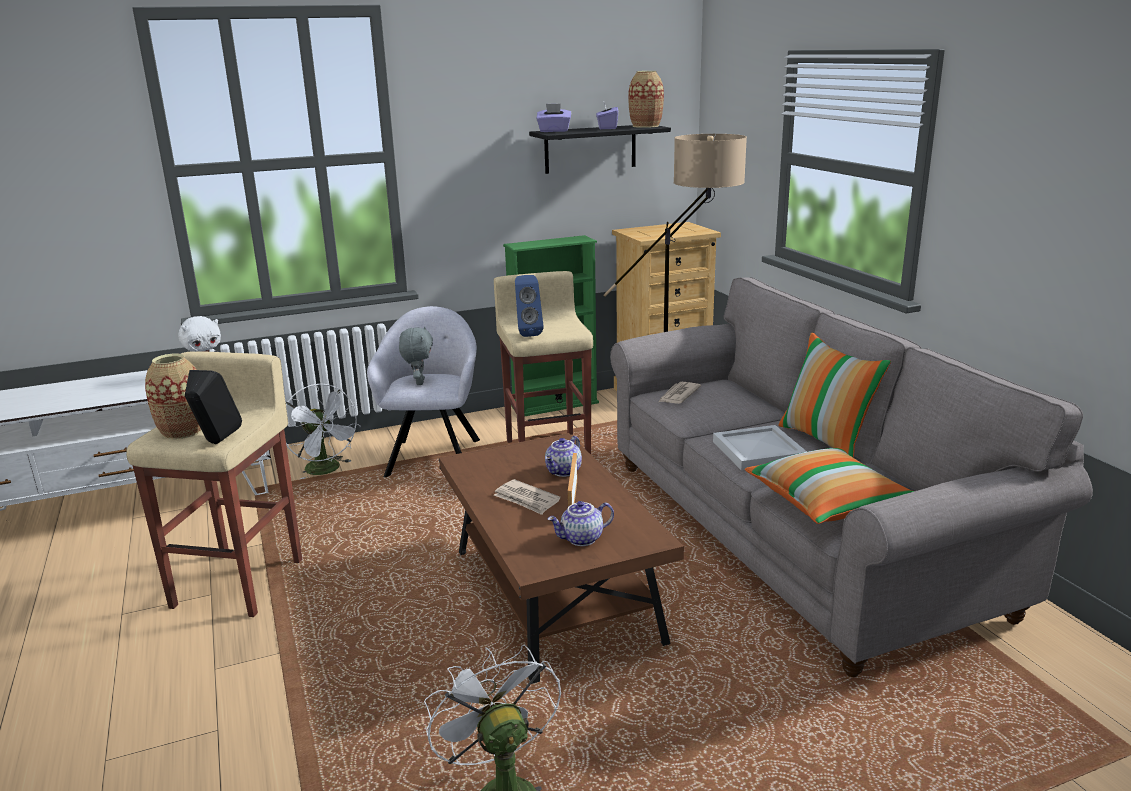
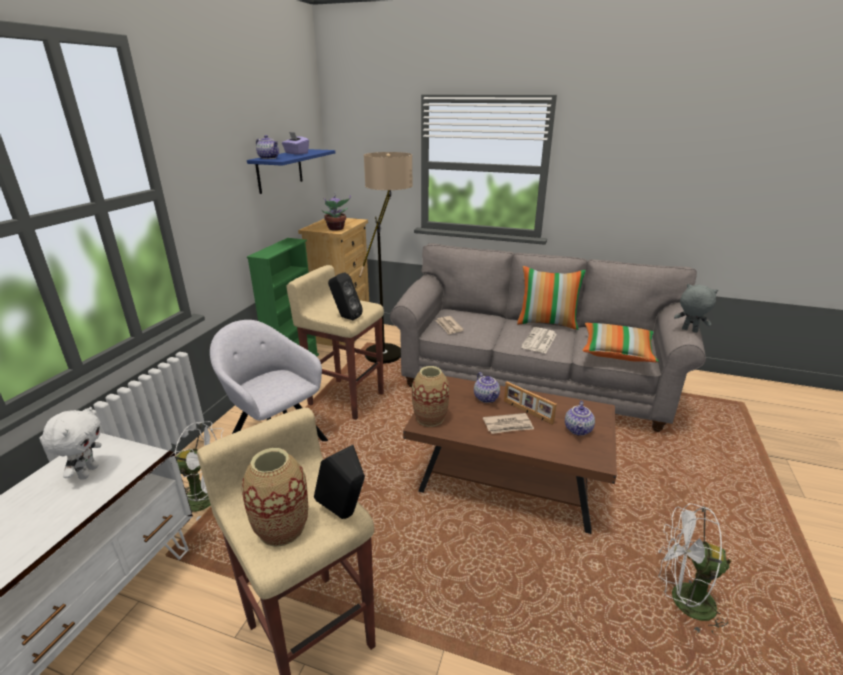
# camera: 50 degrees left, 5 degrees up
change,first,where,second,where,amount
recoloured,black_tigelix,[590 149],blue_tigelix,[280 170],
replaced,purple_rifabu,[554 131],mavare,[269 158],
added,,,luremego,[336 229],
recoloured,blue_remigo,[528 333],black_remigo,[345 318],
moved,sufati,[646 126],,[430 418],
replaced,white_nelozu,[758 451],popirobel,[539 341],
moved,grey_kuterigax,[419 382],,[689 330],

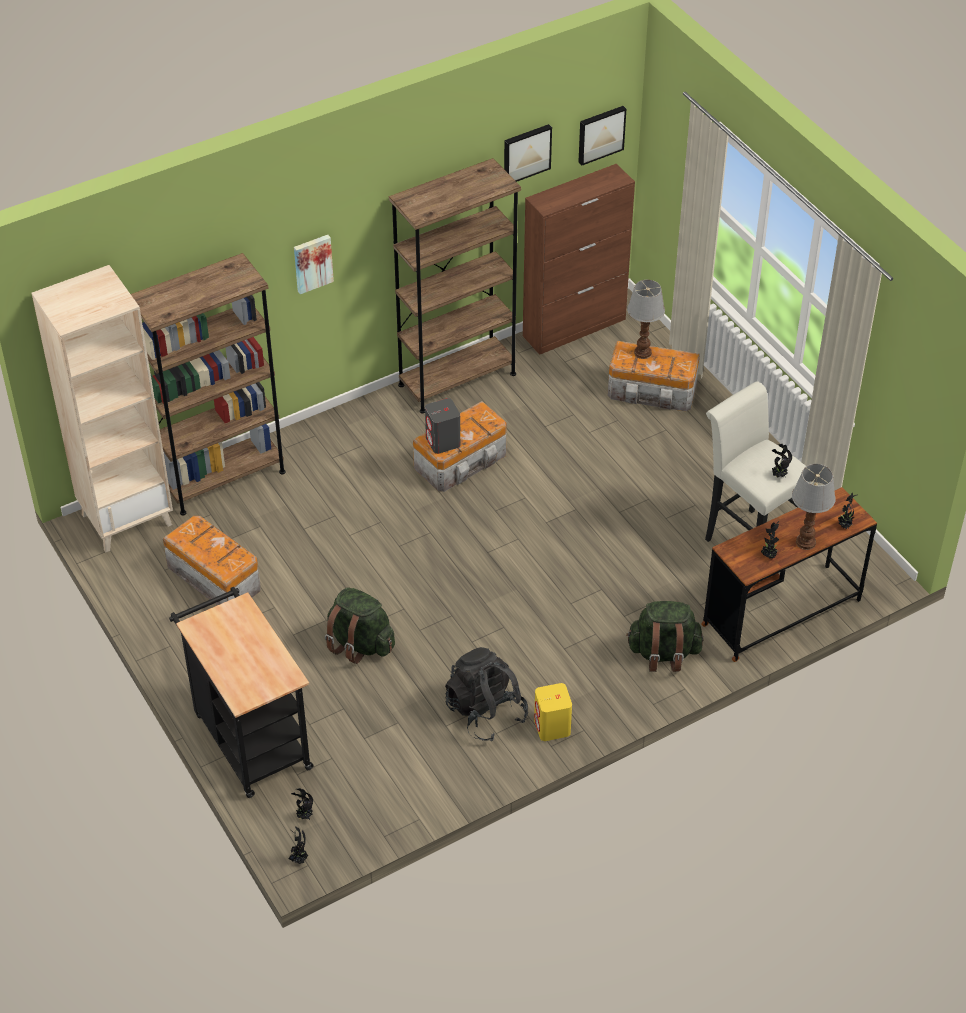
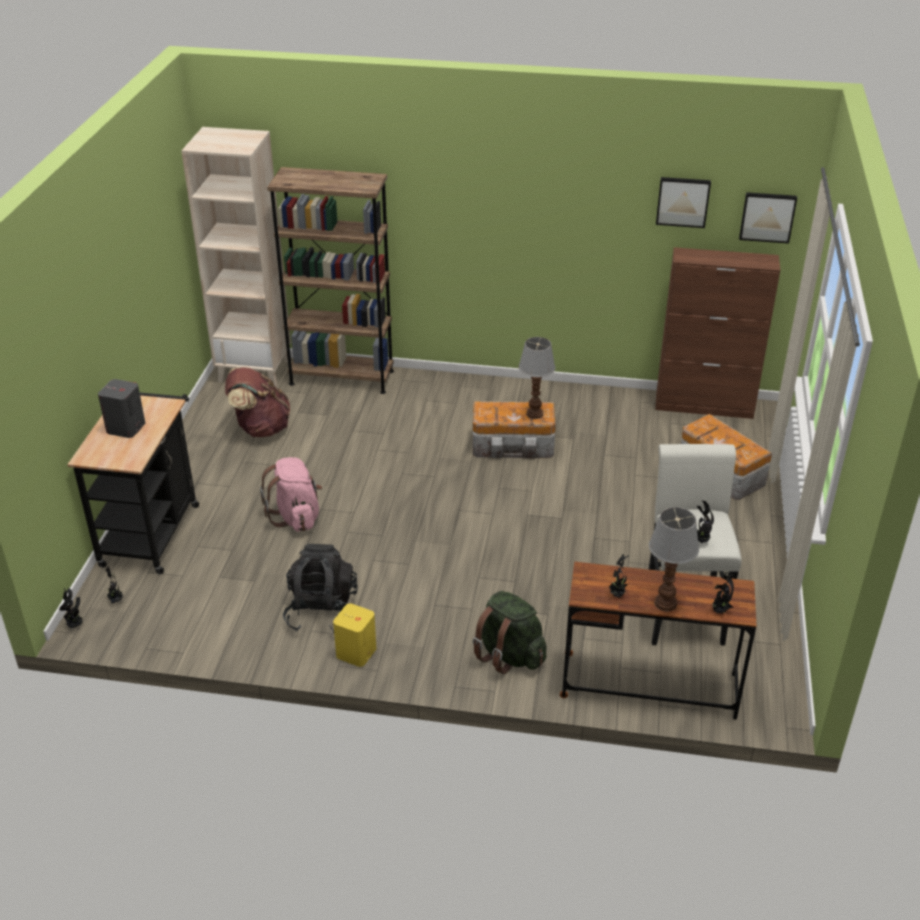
# camera: 40 degrees right, 10 degrees down
change,first,where,second,where,amount
moved,grey_remigo,[443 442],,[125 428],
replaced,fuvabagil,[214 577],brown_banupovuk,[260 428],
recoloured,green_banupovuk,[360 643],pink_banupovuk,[296 517],
moved,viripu,[642 352],,[534 413],
removed,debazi,[312 263],,,
removed,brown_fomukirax,[457 379],,,

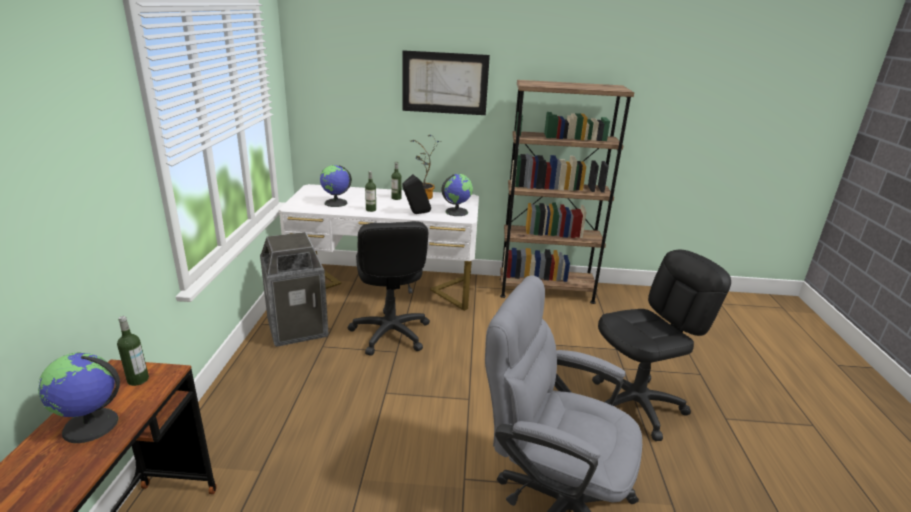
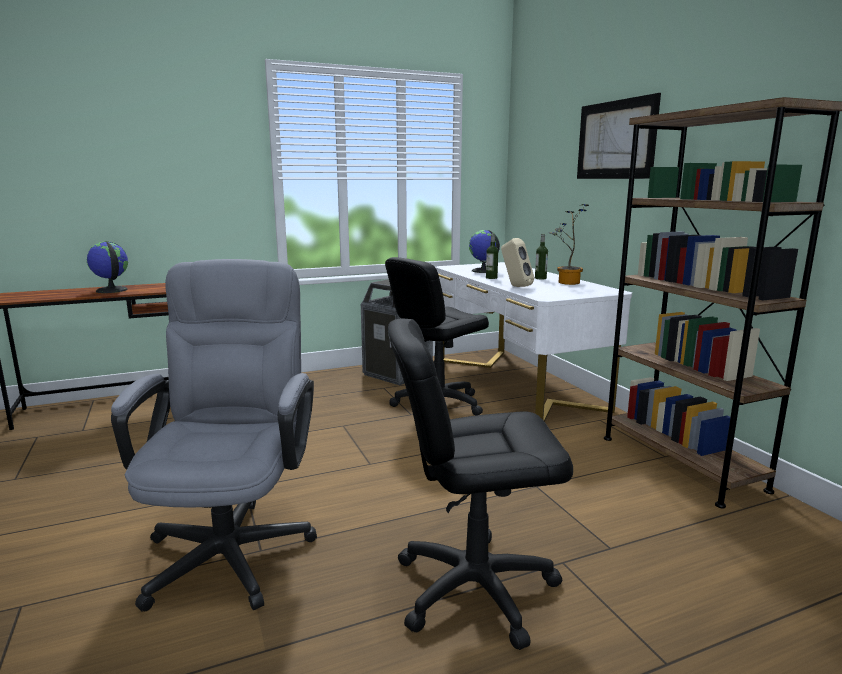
# camera: 65 degrees right, 10 degrees down
change,first,where,second,where,amount
turned,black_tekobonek,[636 405],,[474 587],135 degrees clockwise
recoloured,black_remigo,[416 214],beige_remigo,[515 286],
removed,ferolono,[138 379],,,
removed,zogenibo,[456 212],,,

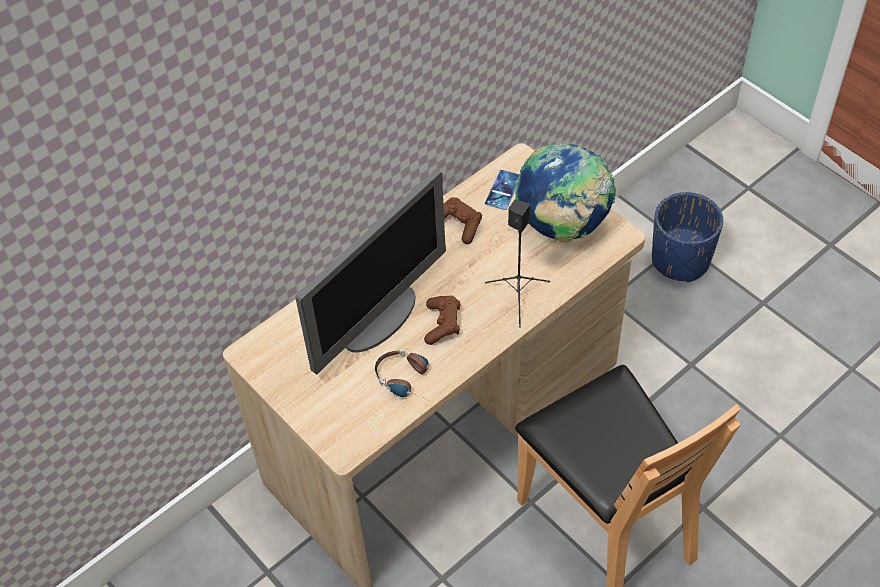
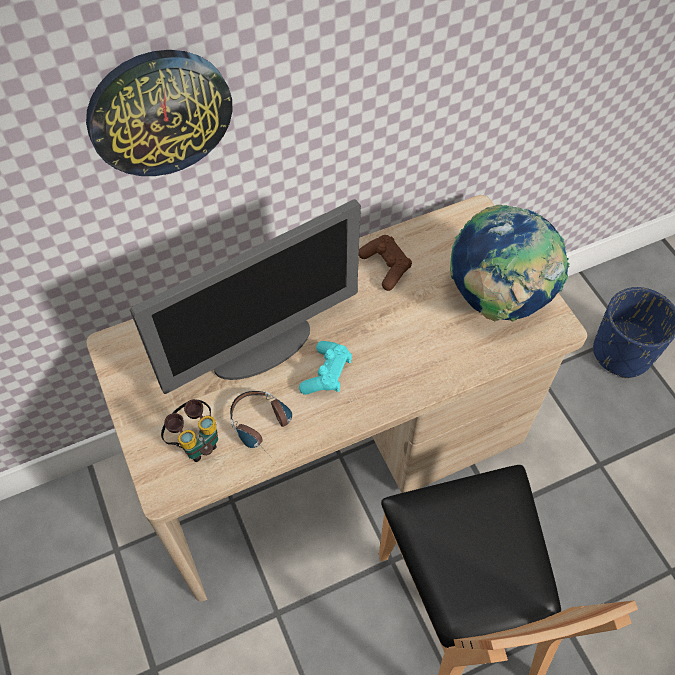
# camera: 15 degrees right, 5 degrees up
change,first,where,second,where,amount
added,,,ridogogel,[159 113],
added,,,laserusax,[196 442],
recoloured,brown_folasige,[442 324],turquoise_folasige,[326 374],
removed,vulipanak,[503 190],,,
removed,black_remigo,[518 296],,,

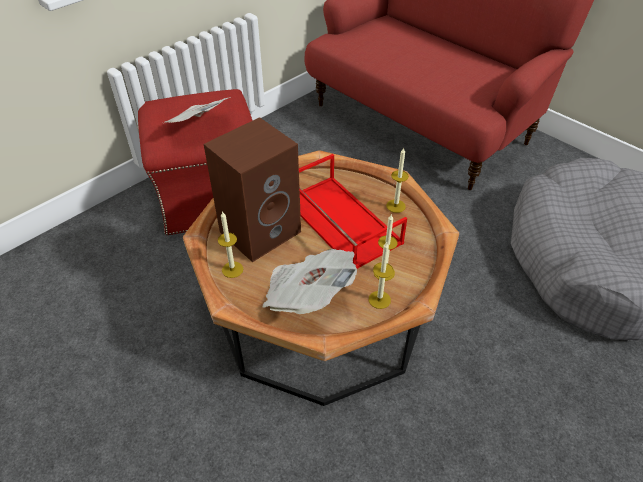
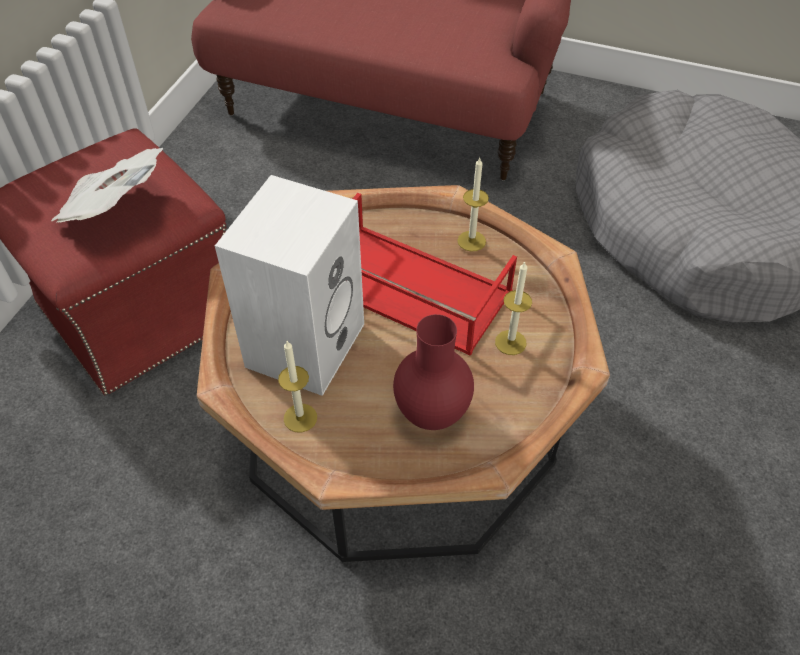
# camera: 25 degrees left, 5 degrees up
change,first,where,second,where,amount
recoloured,brown_remigo,[260 230],white_remigo,[304 342],
replaced,popirobel,[307 295],red_sufati,[430 415],
removed,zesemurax,[379 299],,,

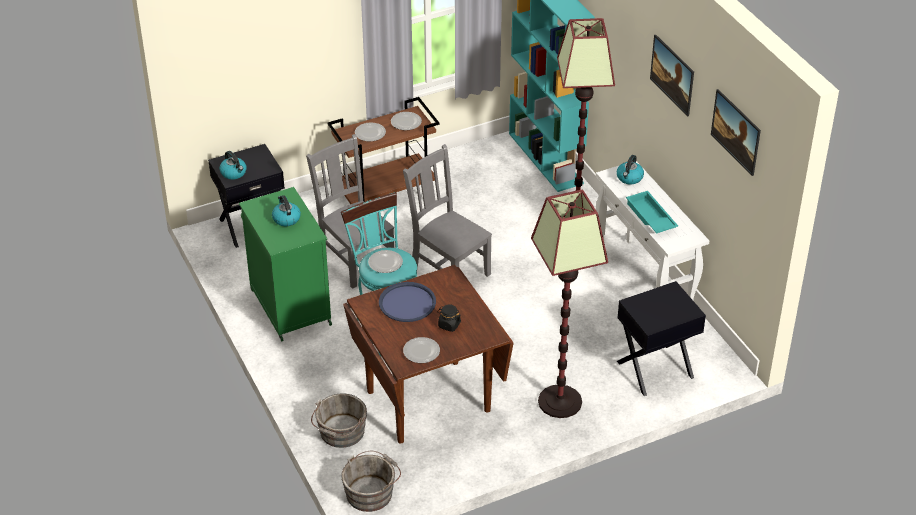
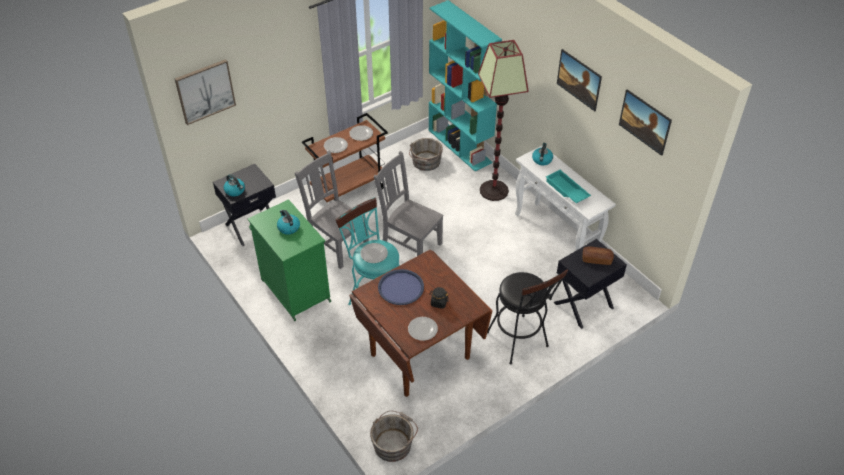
# camera: 10 degrees left, 5 degrees up
change,first,where,second,where,amount
added,,,debazi,[205 91],
moved,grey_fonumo,[340 433],,[426 163],
replaced,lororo,[559 402],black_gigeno,[520 343],
added,,,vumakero,[596 259],

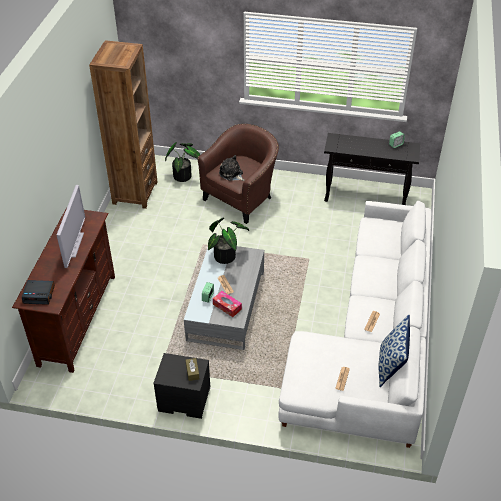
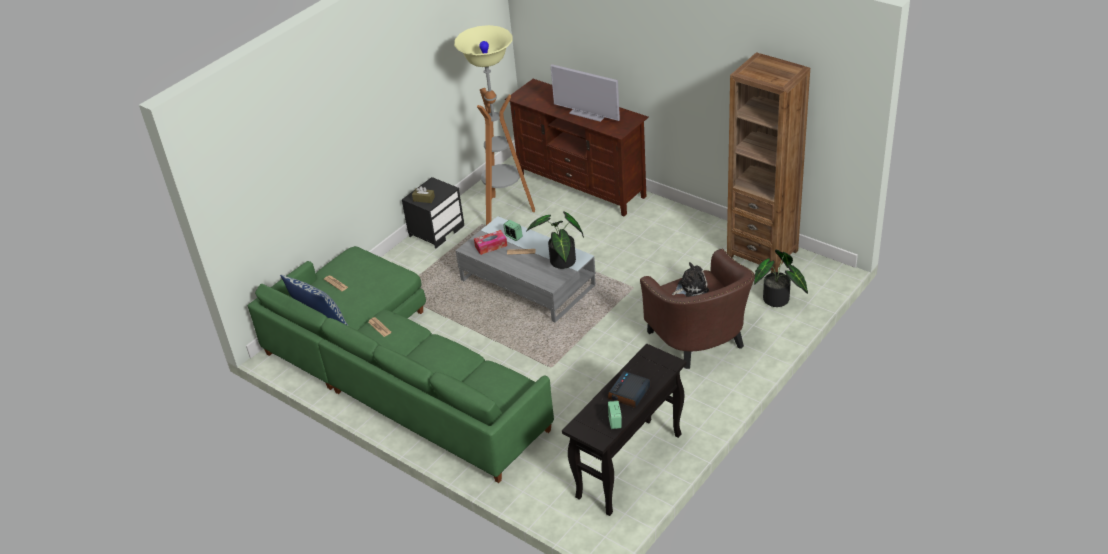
# camera: 120 degrees right, 5 degrees down
change,first,where,second,where,amount
recoloured,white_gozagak,[370 341],green_gozagak,[397 374],
added,,,lororo,[505 211],
moved,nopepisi,[39 294],,[629 393],

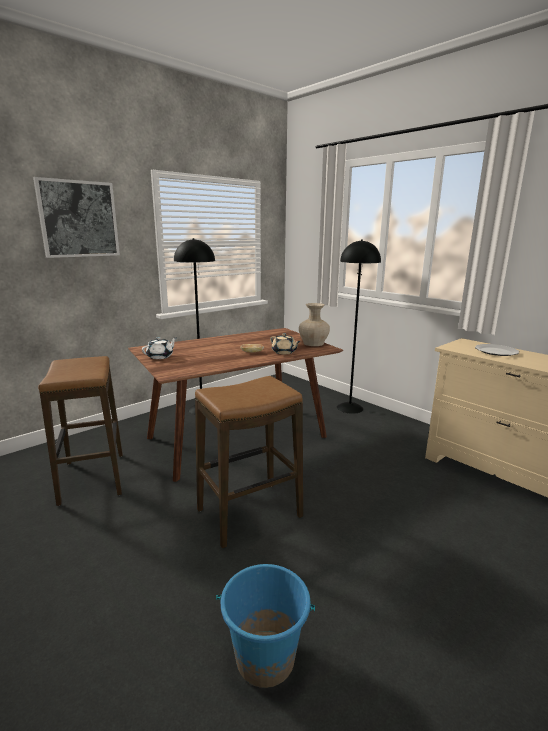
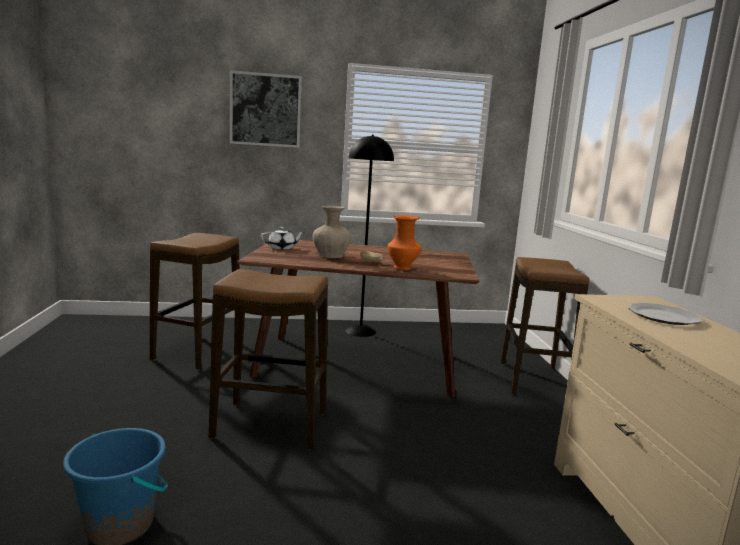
# camera: 35 degrees right, 5 degrees down
change,first,where,second,where,amount
moved,beige_sufati,[313 343],,[331 255],
replaced,beige_mavare,[284 352],orange_sufati,[403 268],
replaced,black_lororo,[350 408],gigeno,[534 381],

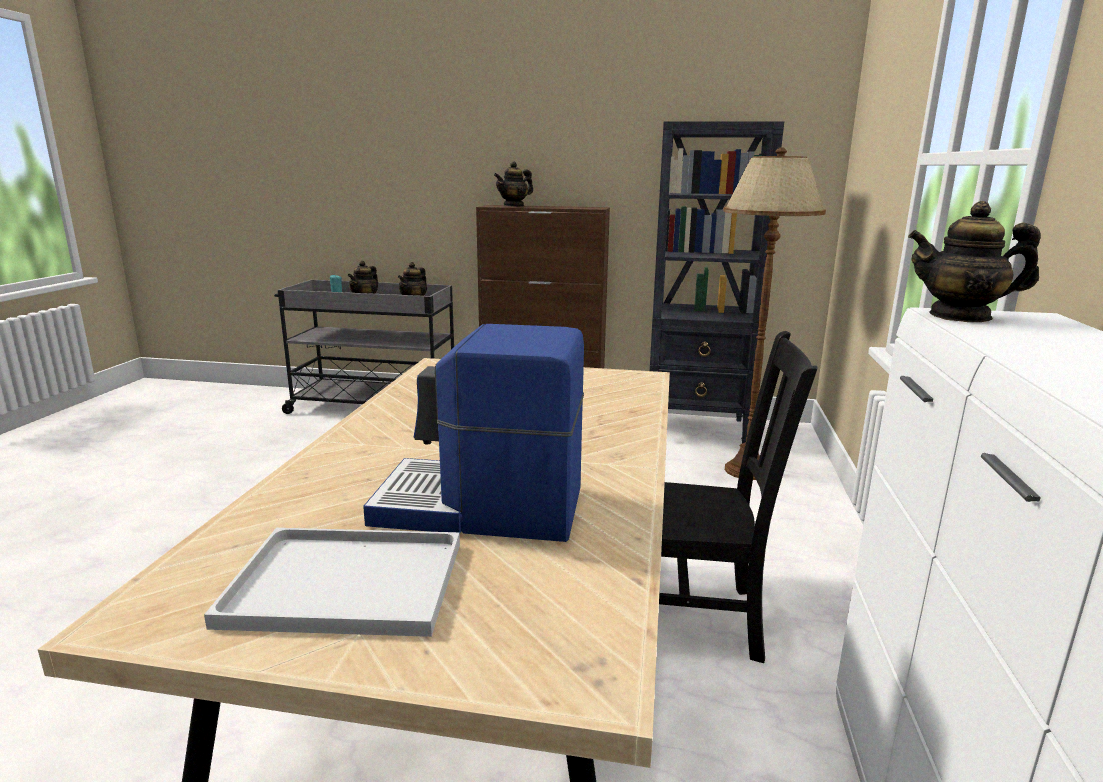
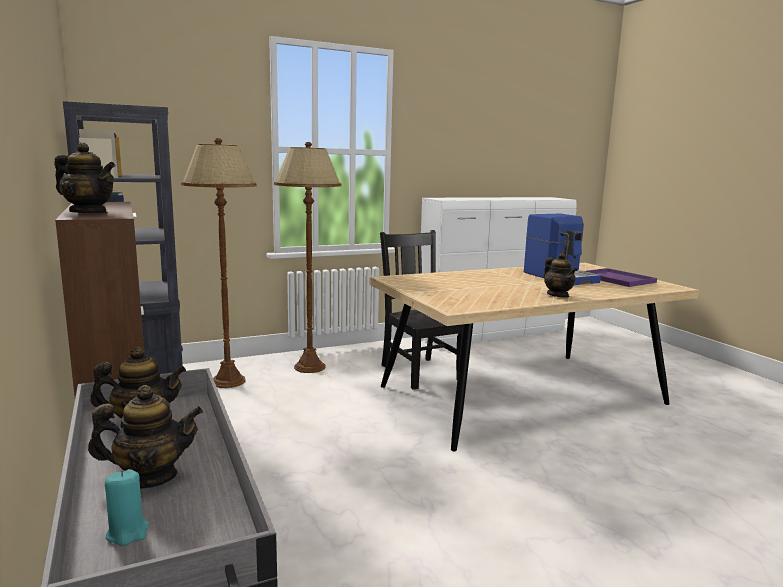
# camera: 125 degrees left, 5 degrees down
change,first,where,second,where,amount
added,,,brown_lororo,[309 367],
moved,mavare,[960 316],,[558 295],
recoloured,white_nelozu,[340 584],purple_nelozu,[618 279],

